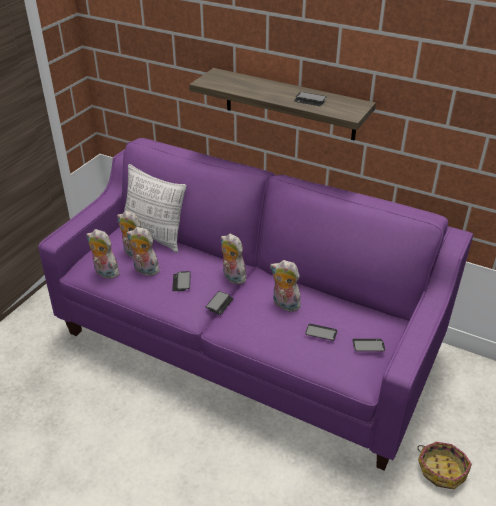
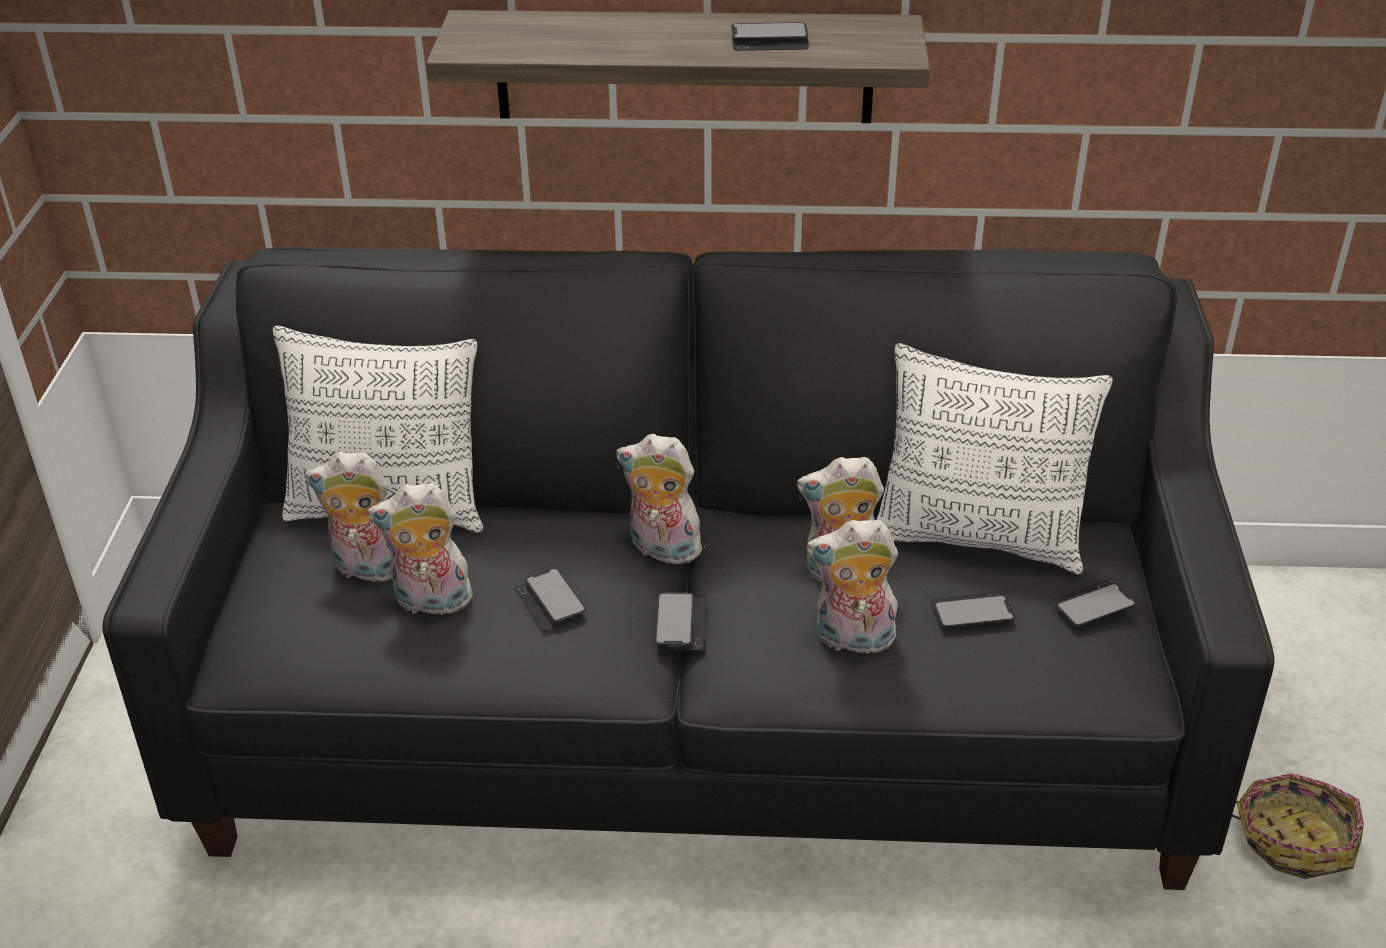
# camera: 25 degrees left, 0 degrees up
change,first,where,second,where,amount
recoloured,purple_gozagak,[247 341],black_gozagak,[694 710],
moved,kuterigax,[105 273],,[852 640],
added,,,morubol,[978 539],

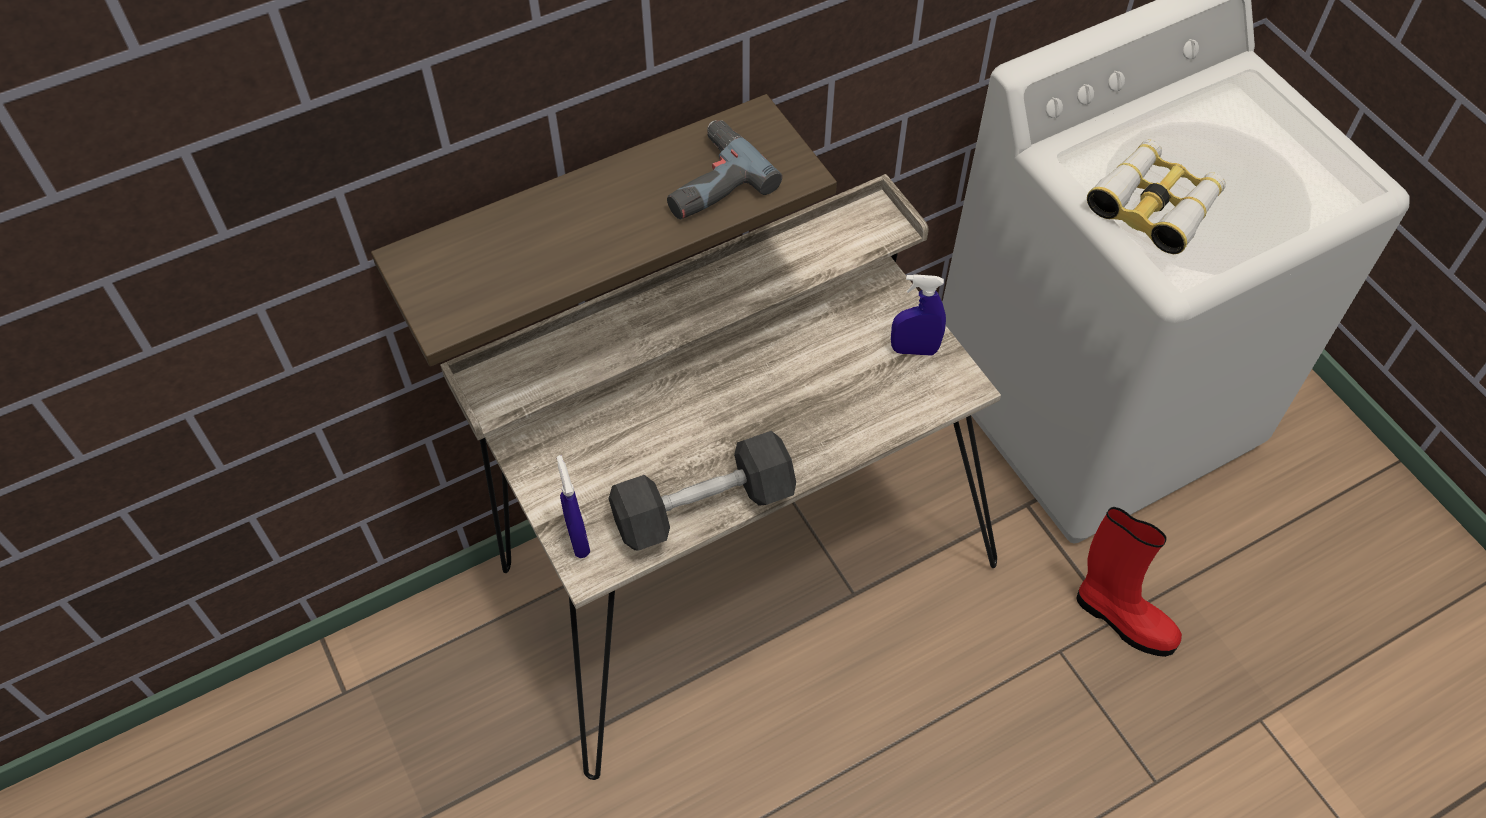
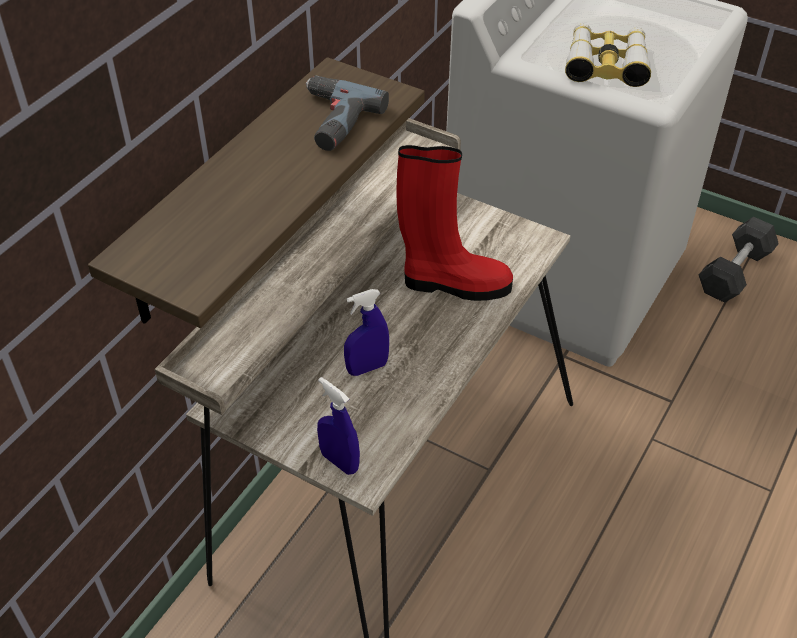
# camera: 30 degrees left, 10 degrees down
change,first,where,second,where,amount
moved,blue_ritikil,[914 350],,[367 368],
moved,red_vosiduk,[1122 619],,[453 284],
moved,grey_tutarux,[703 507],,[734 272],

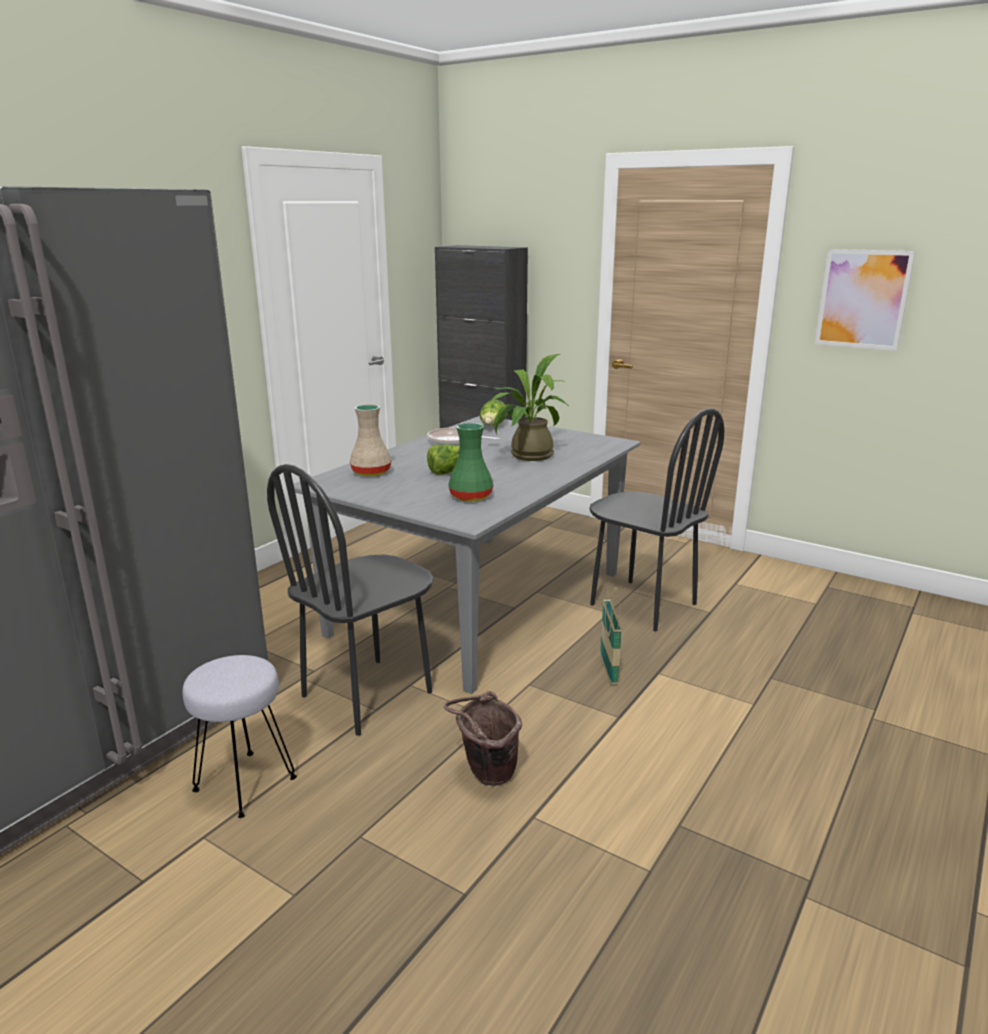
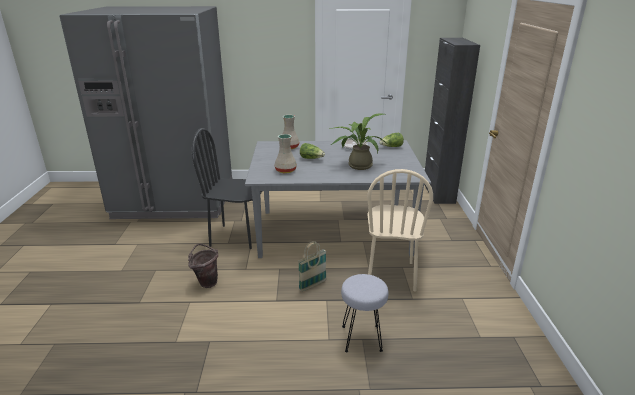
# camera: 55 degrees right, 5 degrees up
change,first,where,second,where,amount
recoloured,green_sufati,[472 496],beige_sufati,[286 170],
moved,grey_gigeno,[245 783],,[362 338],
recoloured,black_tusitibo,[642 604],beige_tusitibo,[391 274],
removed,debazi,[862 299],,,

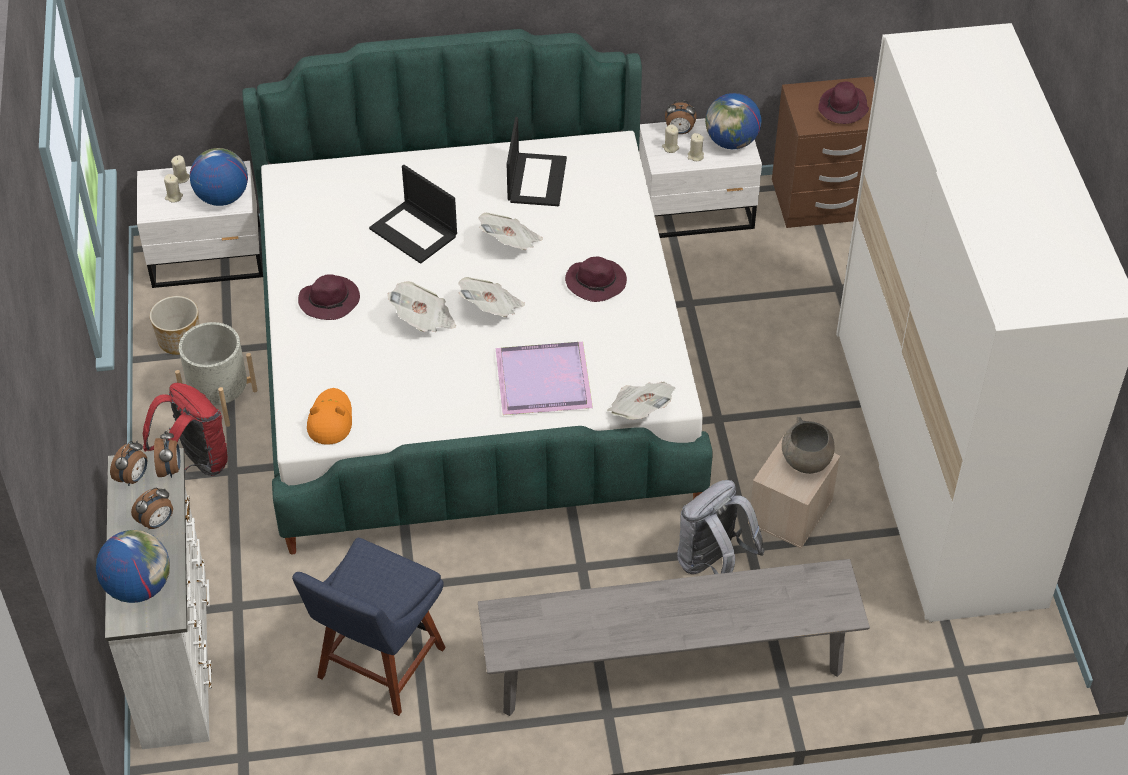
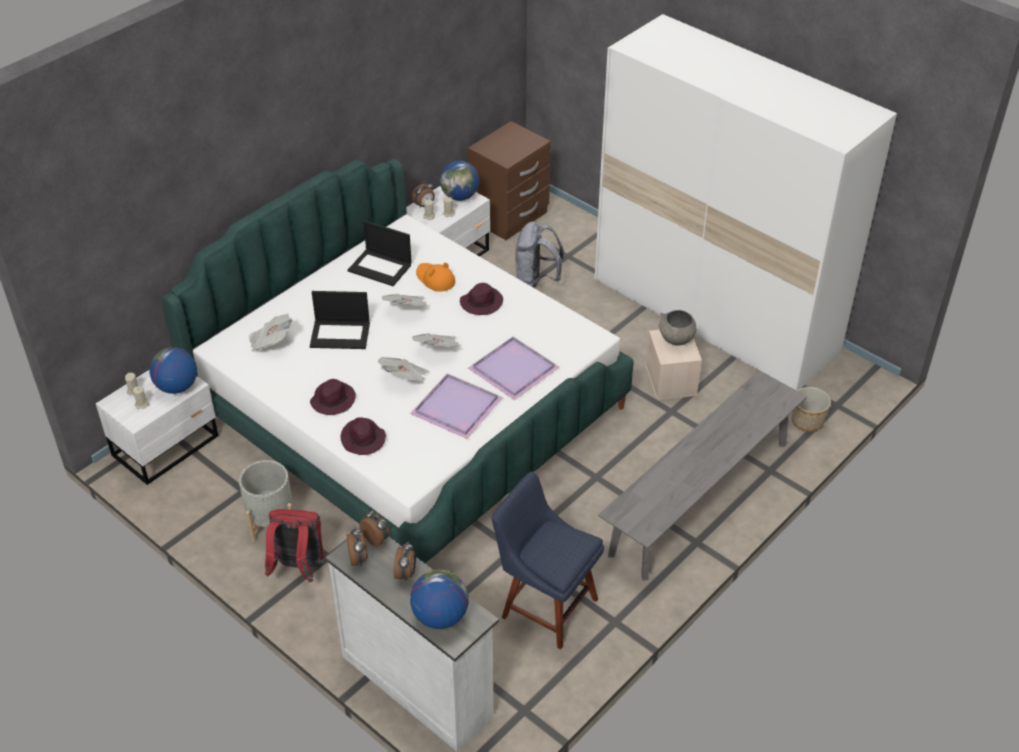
# camera: 40 degrees left, 5 degrees down
change,first,where,second,where,amount
moved,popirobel,[640 410],,[271 342],
moved,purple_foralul,[843 108],,[363 439],
turned,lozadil,[536 179],,[381 267],150 degrees clockwise
added,,,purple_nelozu,[457 409],
moved,orange_foralul,[330 419],,[435 279],
turned,blue_tusitibo,[378 667],,[545 605],135 degrees clockwise
moved,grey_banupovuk,[713 563],,[536 281],
moved,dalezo,[179 340],,[806 421],

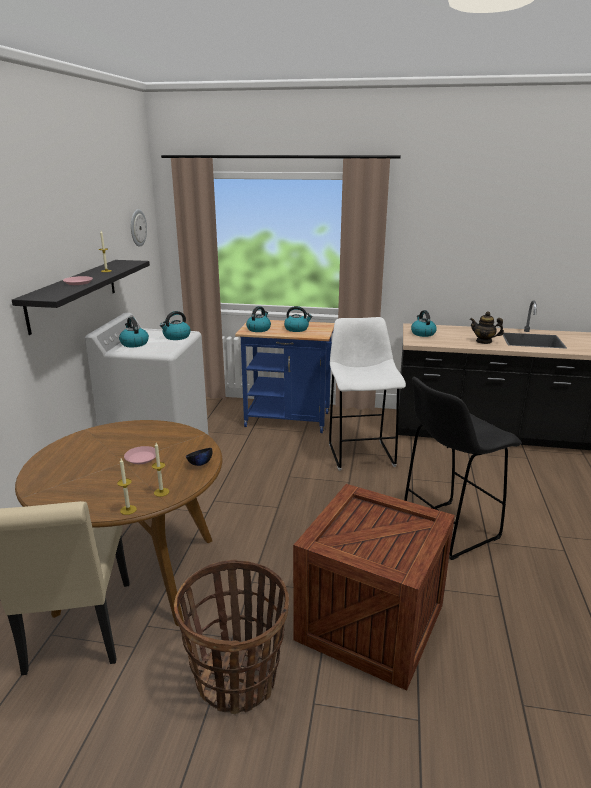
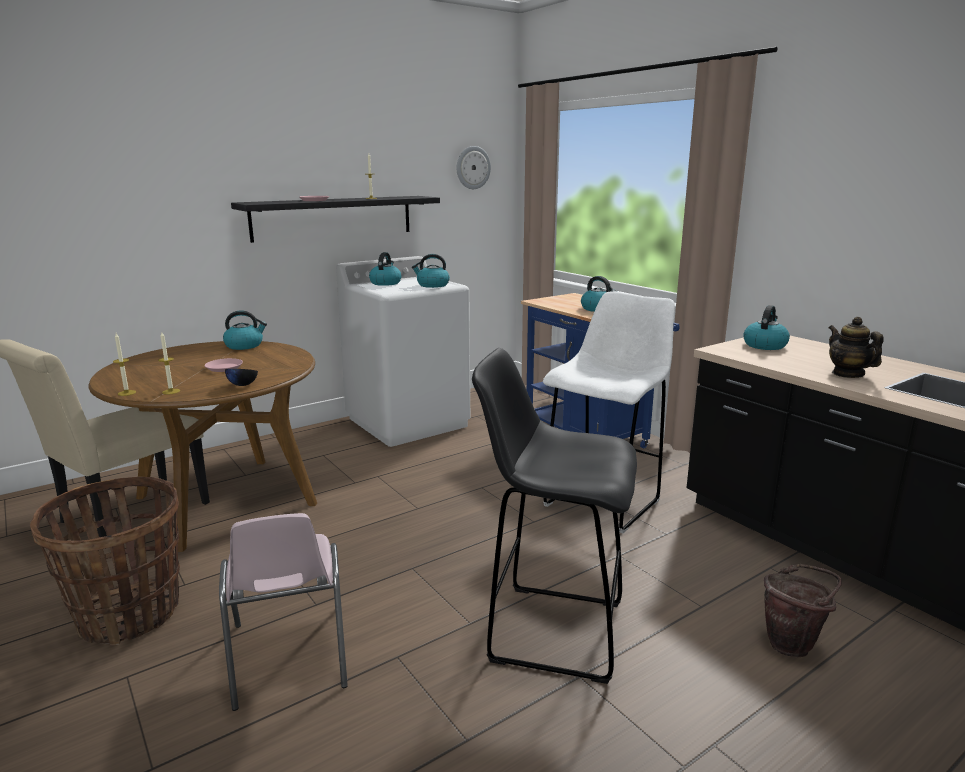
# camera: 45 degrees right, 5 degrees down
change,first,where,second,where,amount
replaced,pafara,[371 624],pink_tusitibo,[289 656],
moved,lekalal,[258 329],,[245 345],
added,,,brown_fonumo,[793 644],

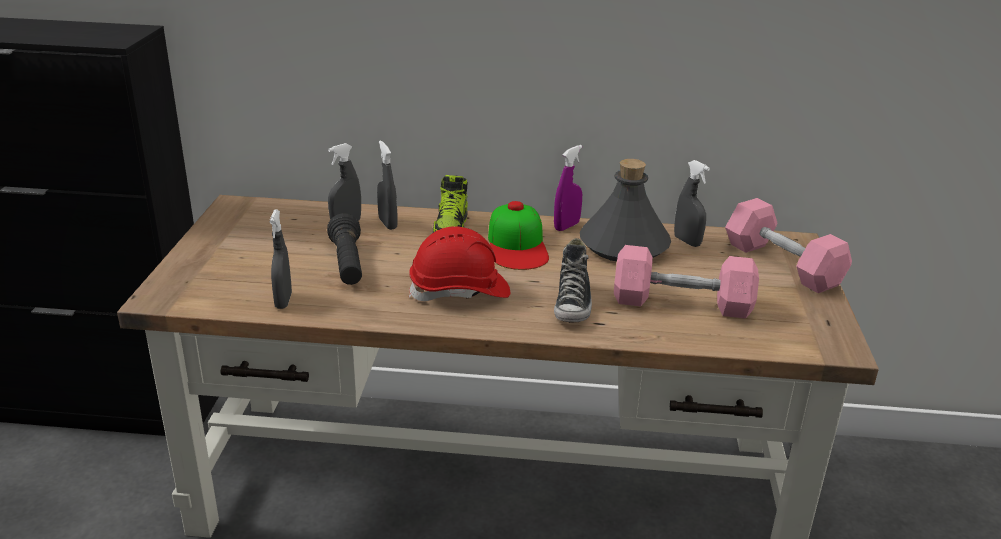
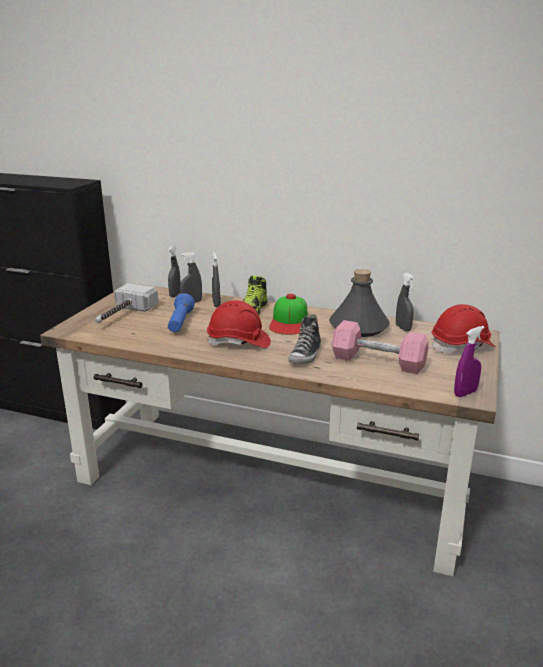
# camera: 15 degrees right, 5 degrees down
change,first,where,second,where,amount
added,,,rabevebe,[122 315],
moved,grey_ritikil,[283 301],,[175 295],
recoloured,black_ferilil,[348 264],blue_ferilil,[180 323],
replaced,pink_tutarux,[782 264],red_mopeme,[462 346],
moved,purple_ritikil,[566 226],,[465 393],

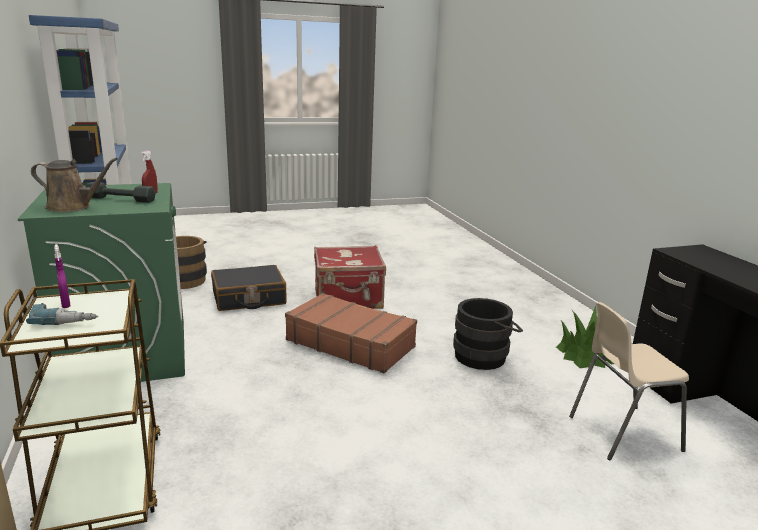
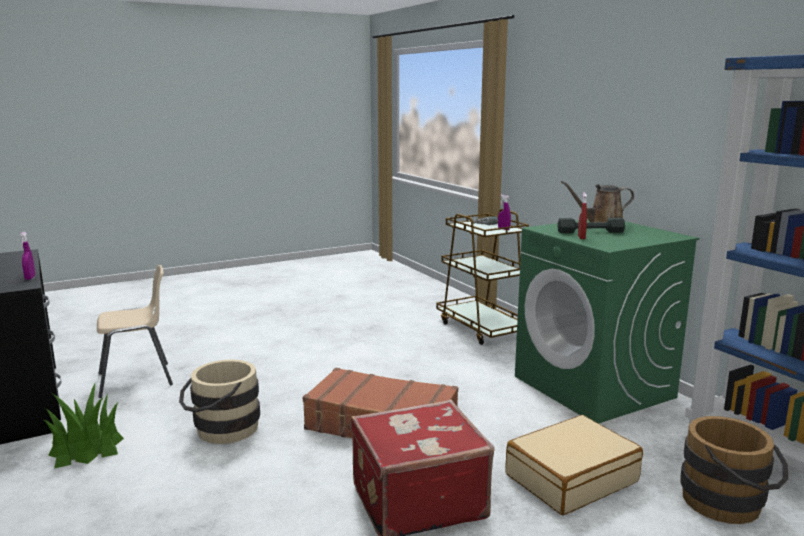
# camera: 170 degrees right, 5 degrees down
change,first,where,second,where,amount
added,,,purple_ritikil,[30 278],
recoloured,black_fonumo,[484 355],beige_fonumo,[221 430],
recoloured,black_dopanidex,[249 298],beige_dopanidex,[571 478],

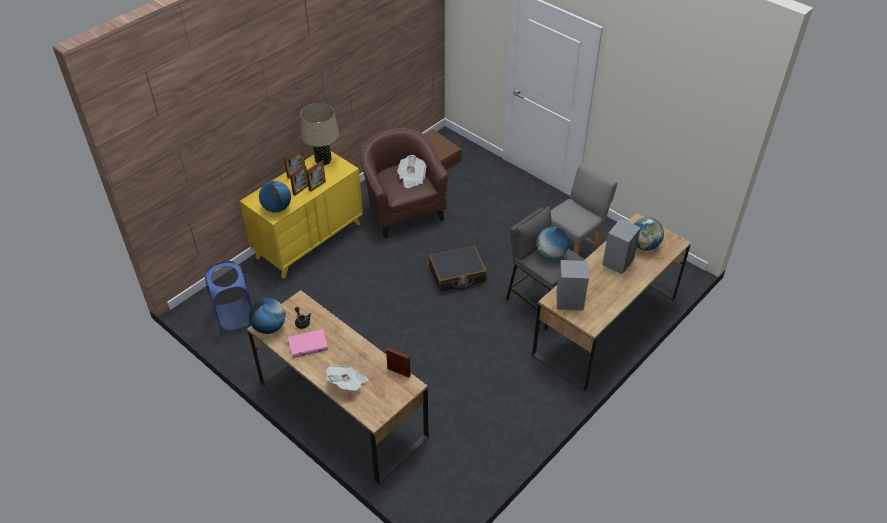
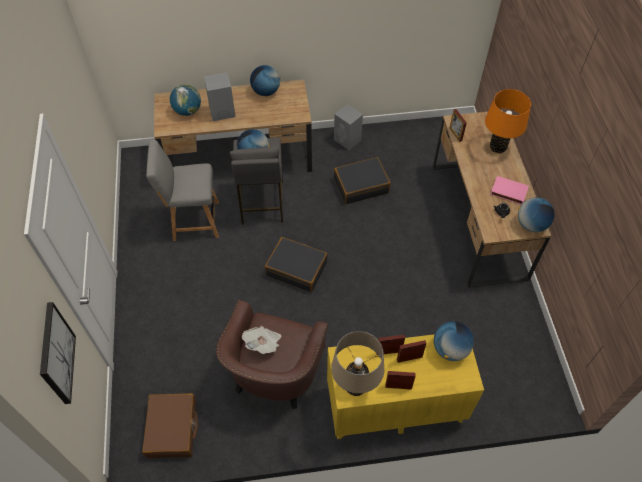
# camera: 140 degrees left, 10 degrees up
change,first,where,second,where,amount
added,,,debazi,[56 354],
added,,,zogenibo,[266 91],
moved,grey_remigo,[568 301],,[348 140],
added,,,black_dopanidex,[361 185],
replaced,popirobel,[348 384],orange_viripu,[497 147],
removed,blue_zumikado,[234 316],,,

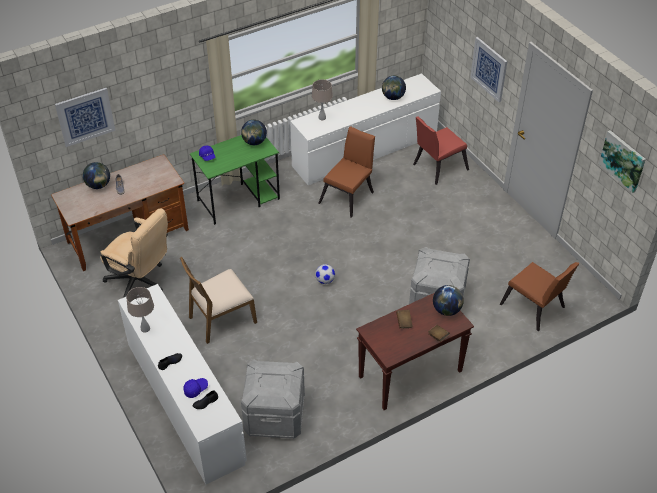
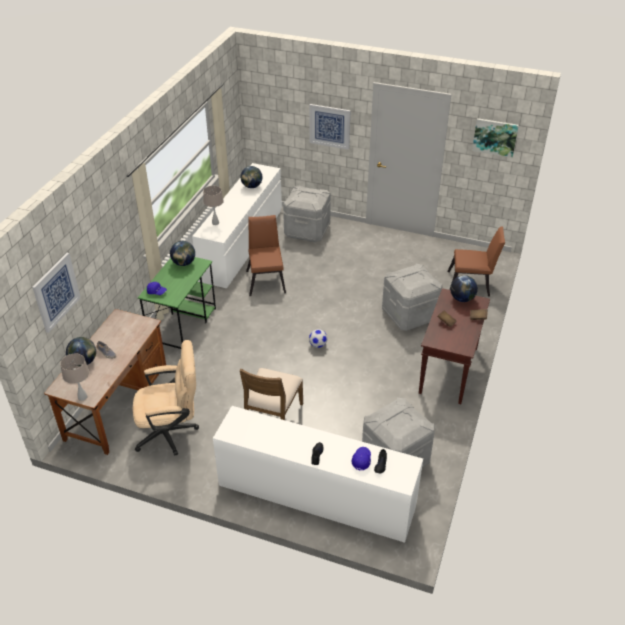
# camera: 40 degrees left, 5 degrees down
change,first,where,second,where,amount
moved,beige_viripu,[145 328],,[82 397],
replaced,red_tusitibo,[437 168],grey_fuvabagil,[307 231],

